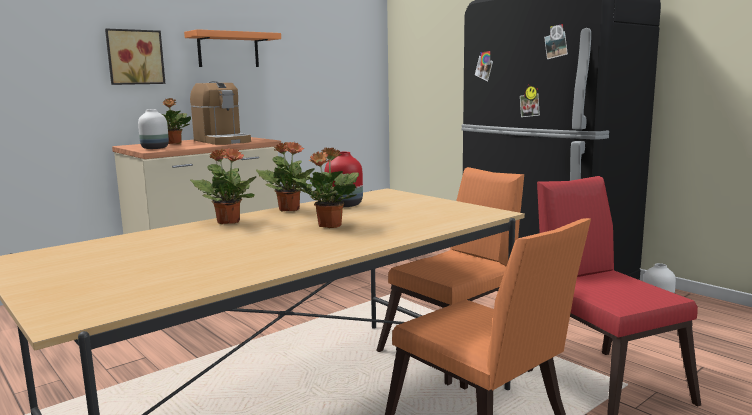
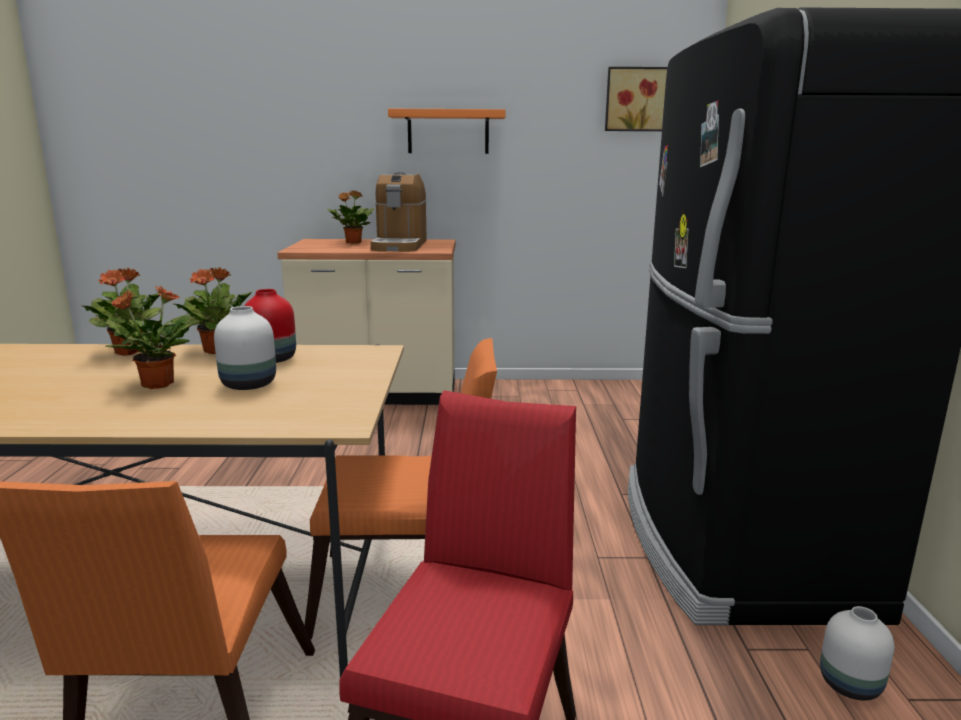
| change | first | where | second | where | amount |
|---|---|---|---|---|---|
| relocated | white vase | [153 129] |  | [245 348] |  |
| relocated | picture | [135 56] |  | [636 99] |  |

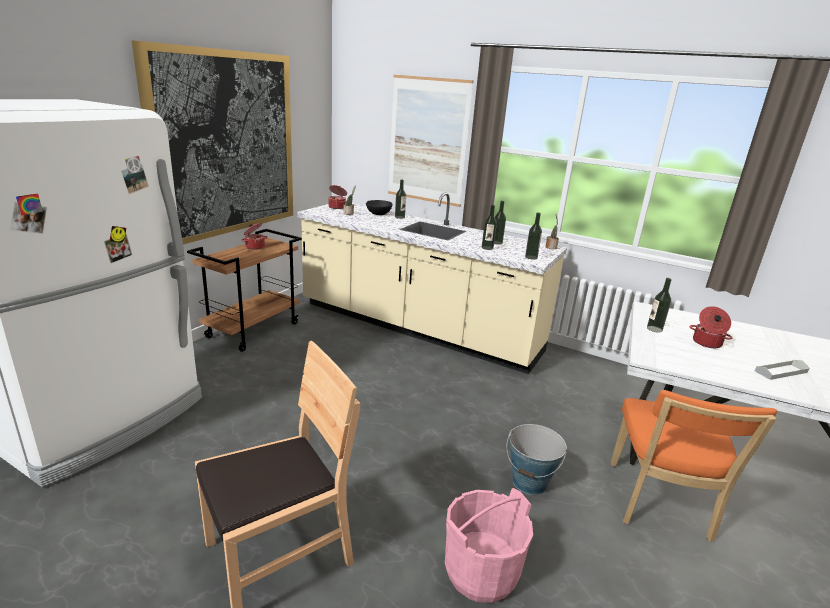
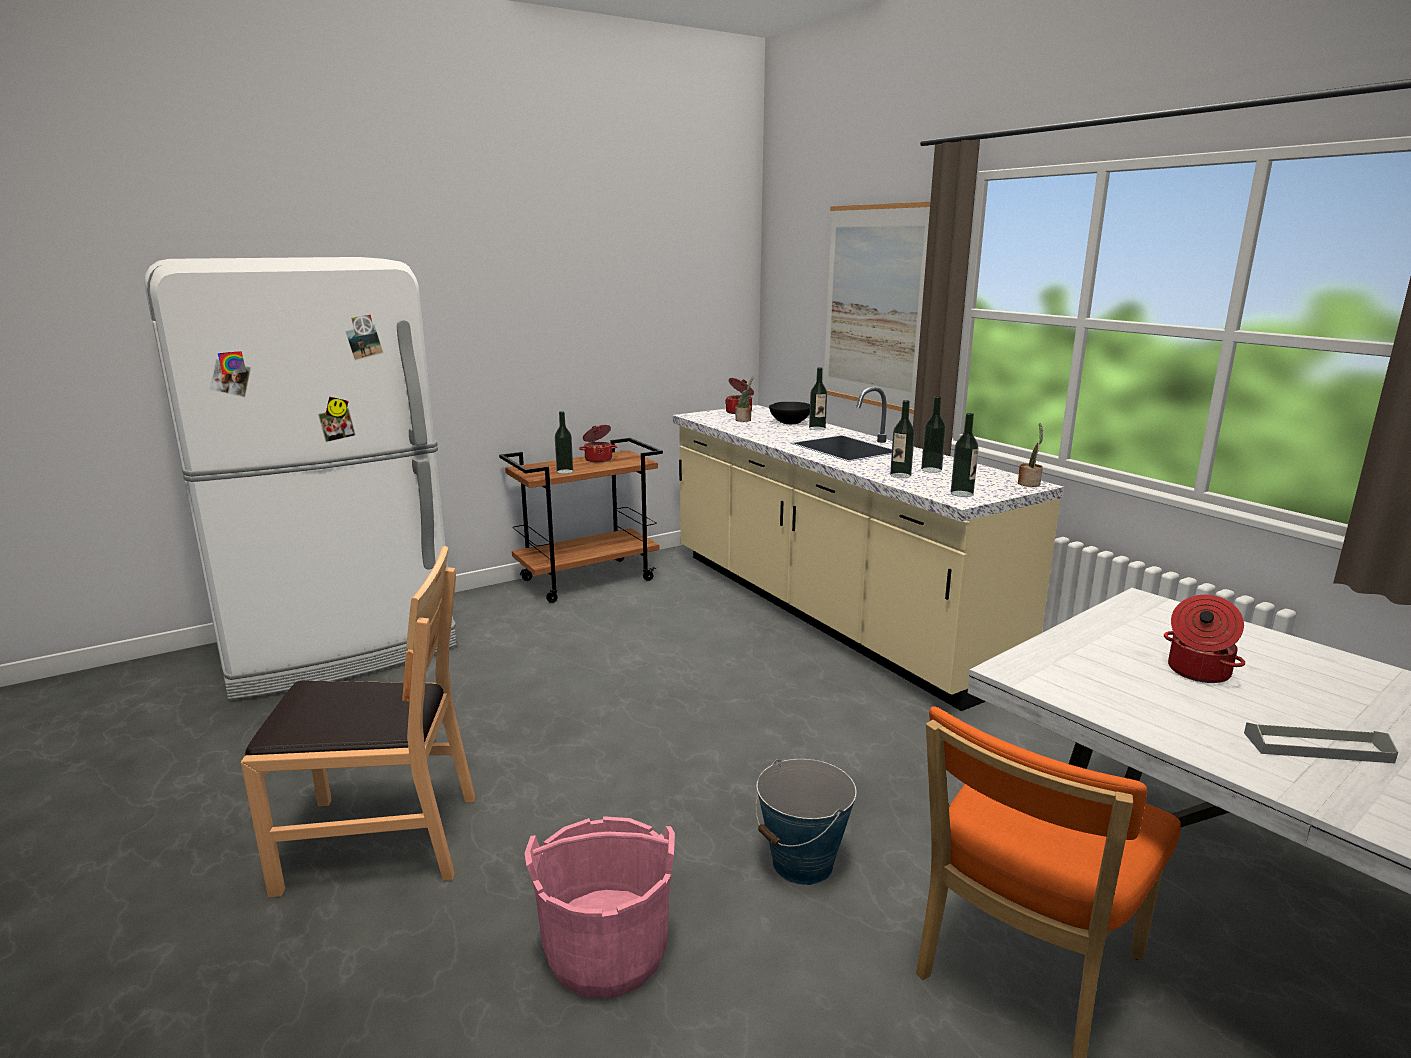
| change | first | where | second | where | amount |
|---|---|---|---|---|---|
| relocated | bottle | [659 305] |  | [564 442] |  |
| missing | picture | [212 142] |  |  |  |

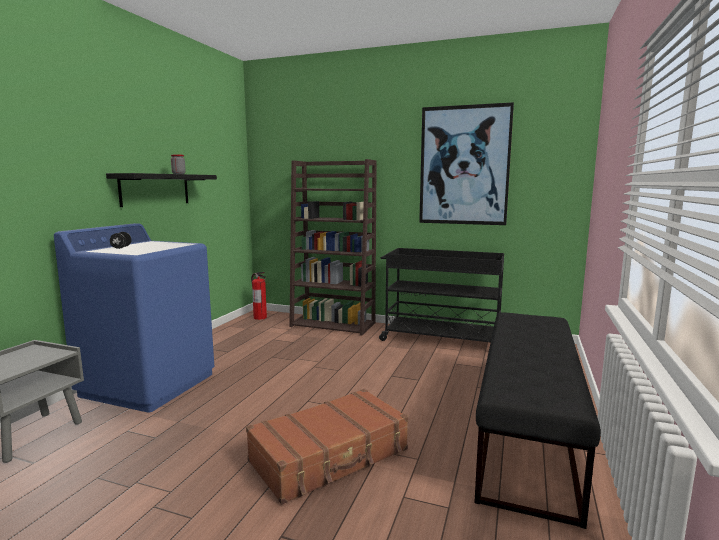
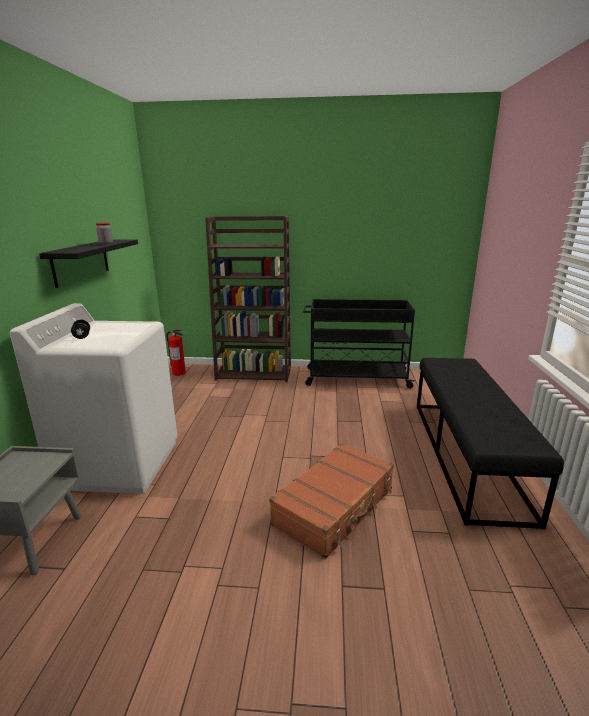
| change | first | where | second | where | amount |
|---|---|---|---|---|---|
| colour | blue washing machine | [134 318] | white washing machine | [93 398] |  |
| missing | picture | [466 163] |  |  |  |

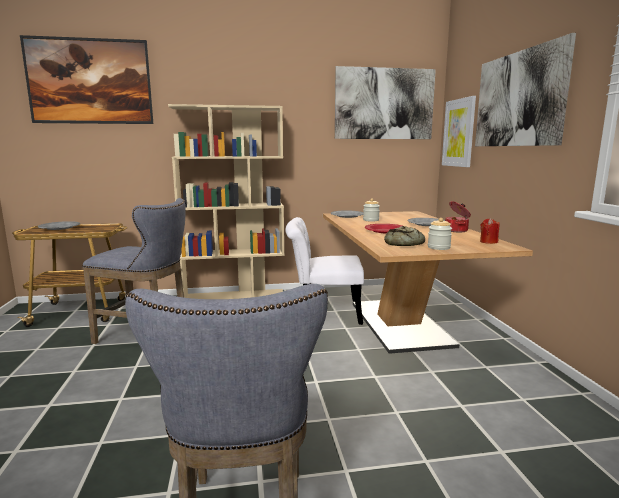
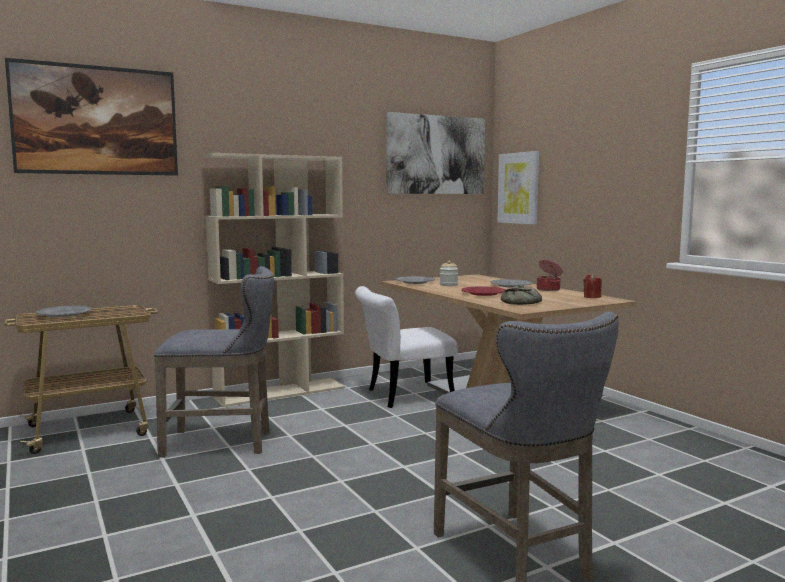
| change | first | where | second | where | amount |
|---|---|---|---|---|---|
| missing | jar | [440 234] |  |  |  |
| missing | picture | [525 89] |  |  |  |

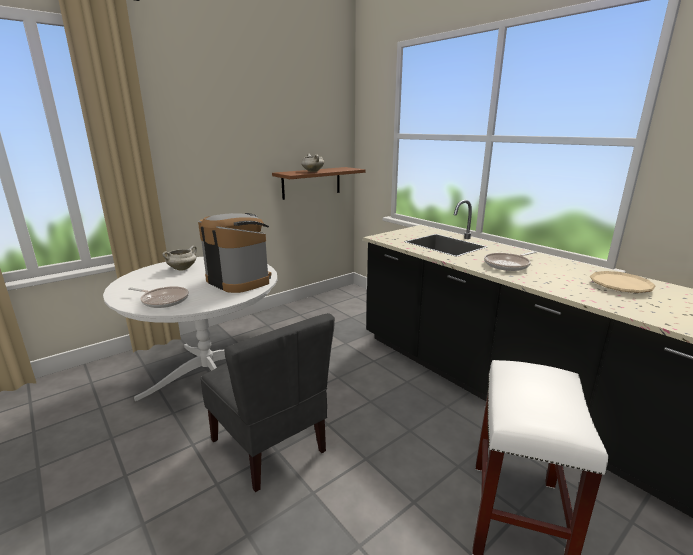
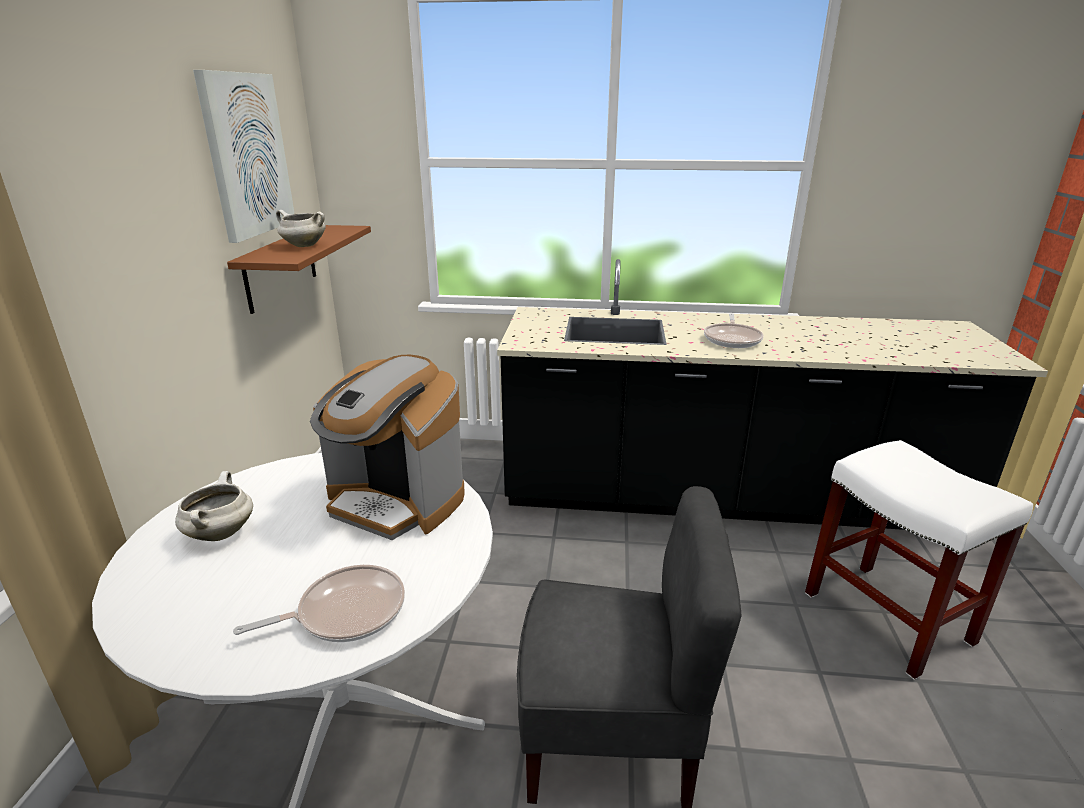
| change | first | where | second | where | amount |
|---|---|---|---|---|---|
| appeared |  |  | picture | [244 156] |  |
| spun | coffee machine | [235 253] |  | [387 447] | 150 degrees counterclockwise |
| missing | beige plate | [623 282] |  |  |  |

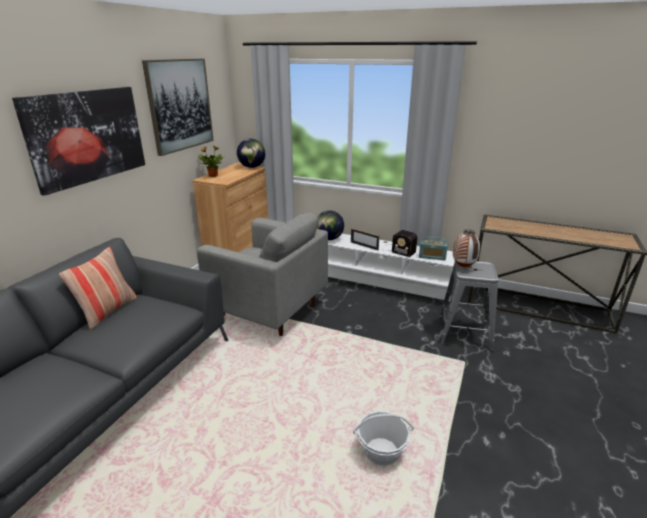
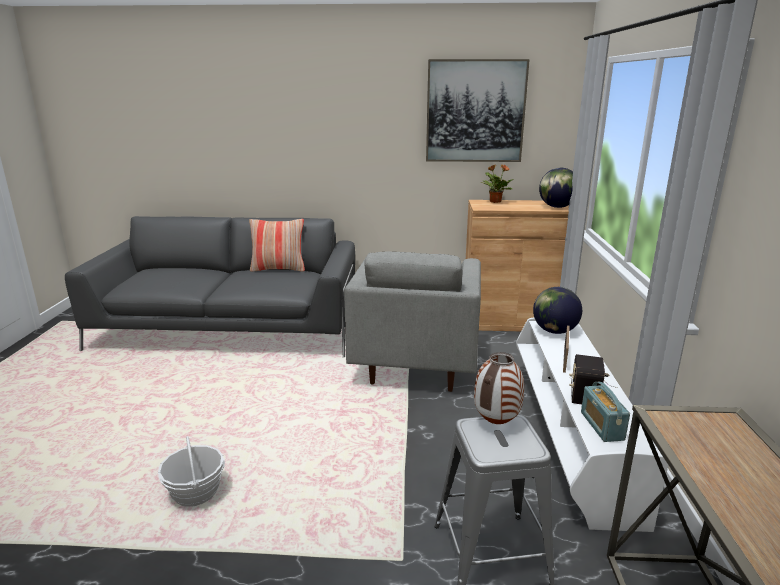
| change | first | where | second | where | amount |
|---|---|---|---|---|---|
| missing | picture | [78 141] |  |  |  |

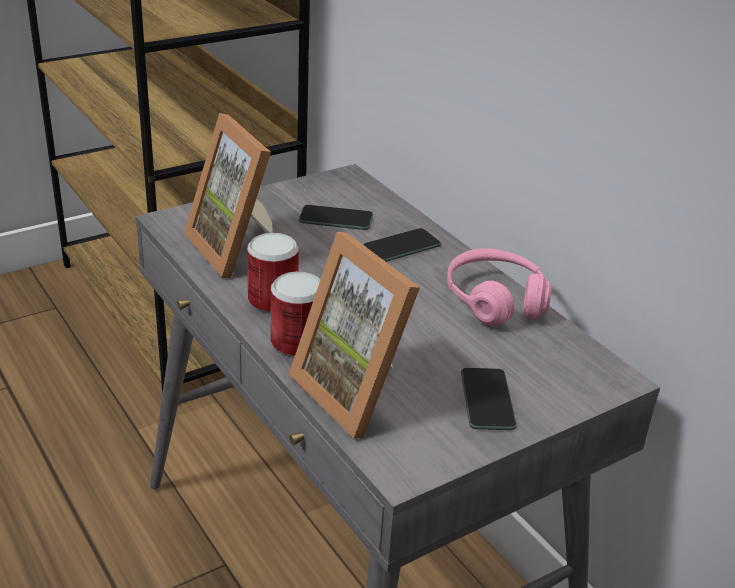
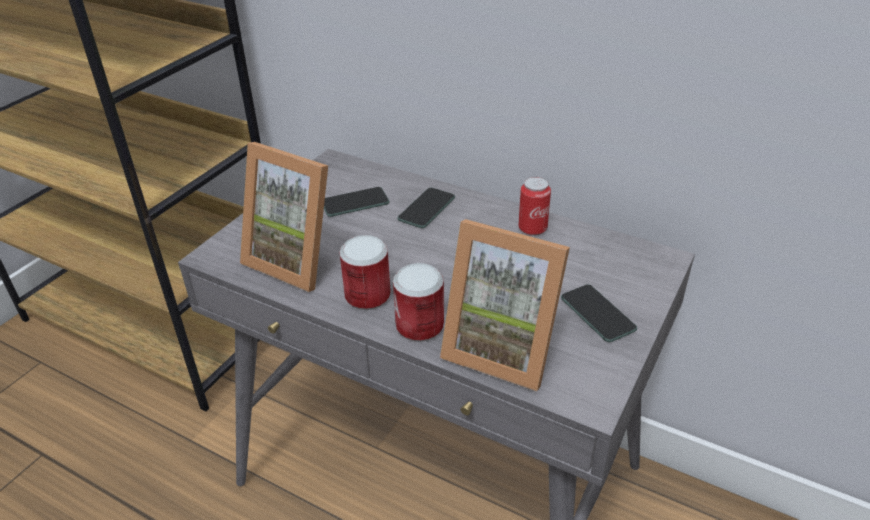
| change | first | where | second | where | amount |
|---|---|---|---|---|---|
| exchanged | pink headphones | [499 287] | can | [534 206] |  |

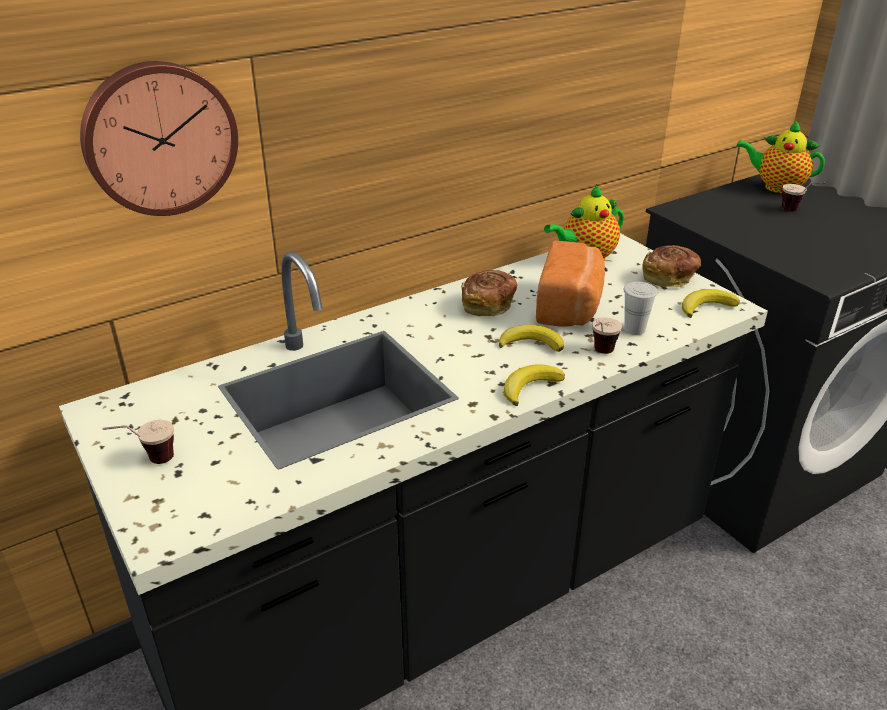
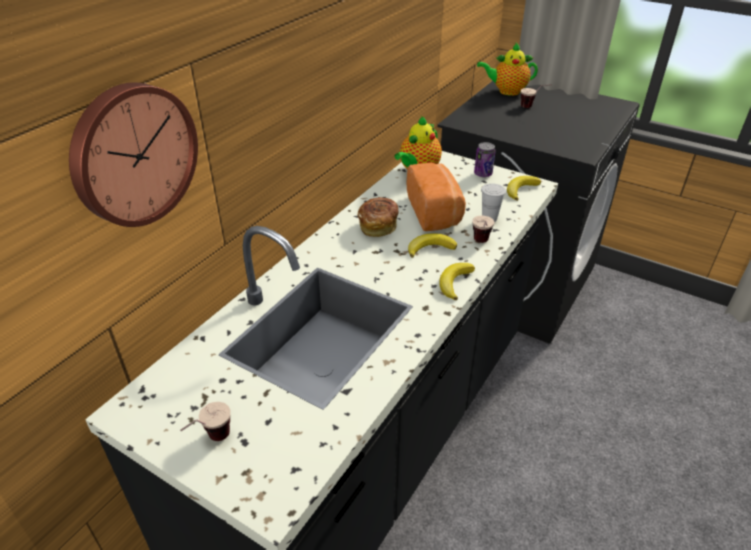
| change | first | where | second | where | amount |
|---|---|---|---|---|---|
| exchanged | bread | [671 266] | can | [485 159] |  |

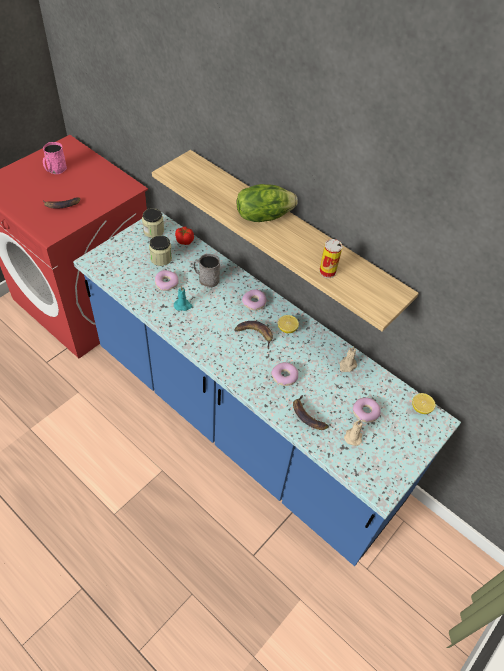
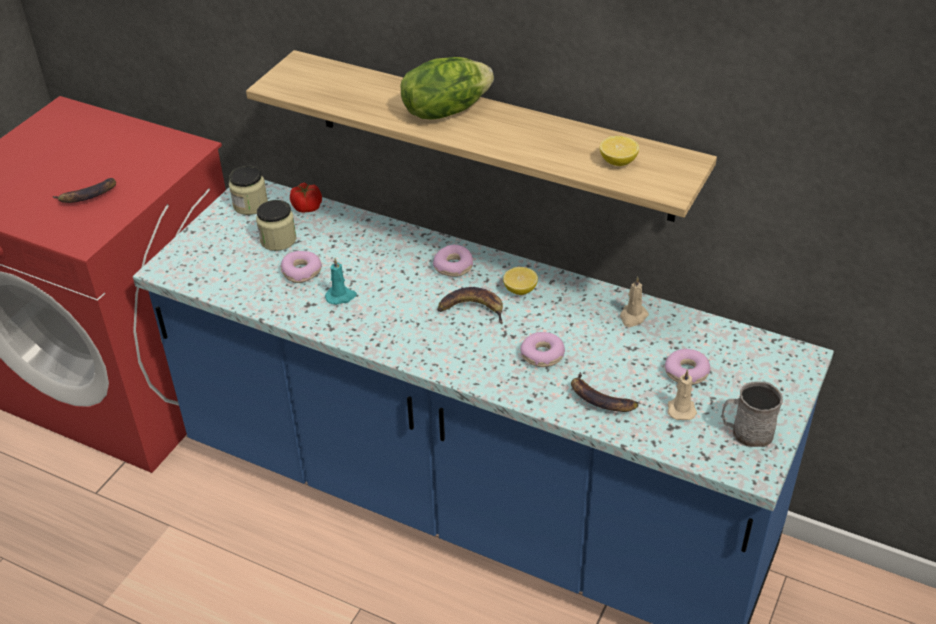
| change | first | where | second | where | amount |
|---|---|---|---|---|---|
| relocated | lemon | [424 403] |  | [619 151] |  |
| relocated | grey mug | [207 271] |  | [752 414] |  |
| missing | pink mug | [55 158] |  |  |  |
| missing | can | [331 258] |  |  |  |

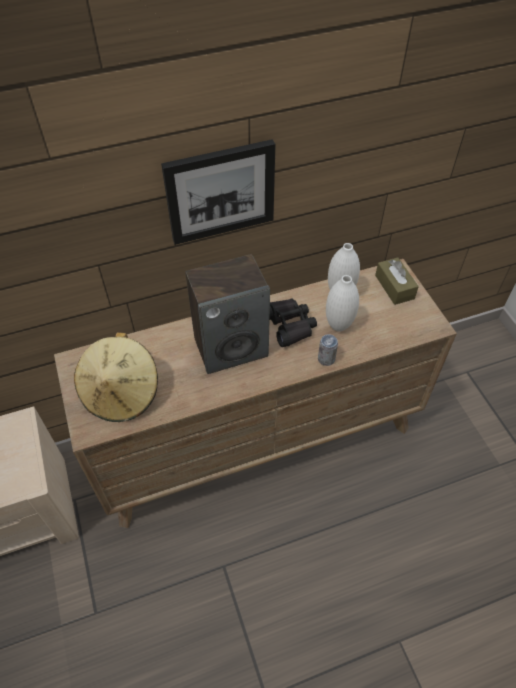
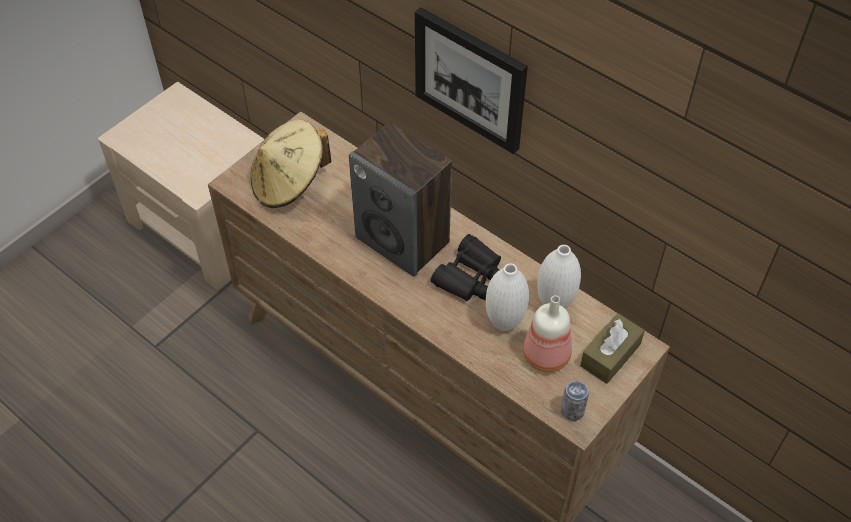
| change | first | where | second | where | amount |
|---|---|---|---|---|---|
| appeared |  |  | bottle | [547 333] |  |
| relocated | can | [328 350] |  | [575 401] |  |

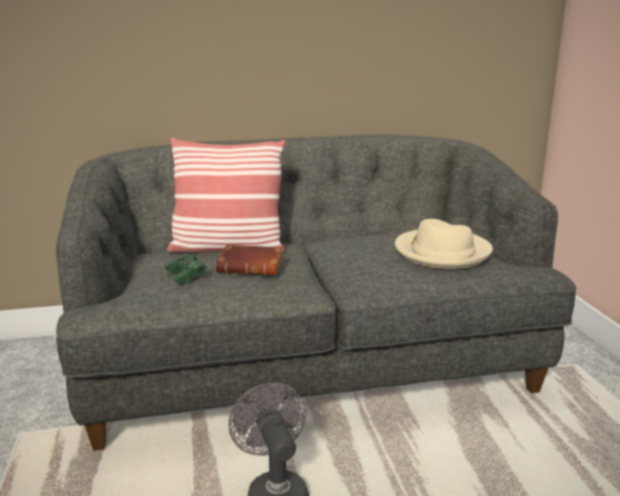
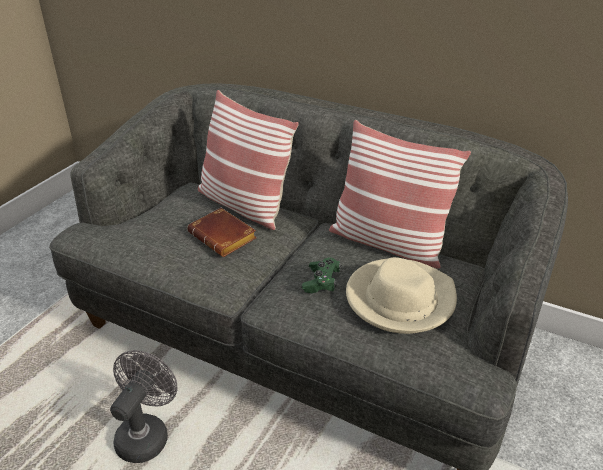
| change | first | where | second | where | amount |
|---|---|---|---|---|---|
| relocated | green game controller | [186 269] |  | [321 275] |  |
| appeared |  |  | pillow | [400 194] |  |

